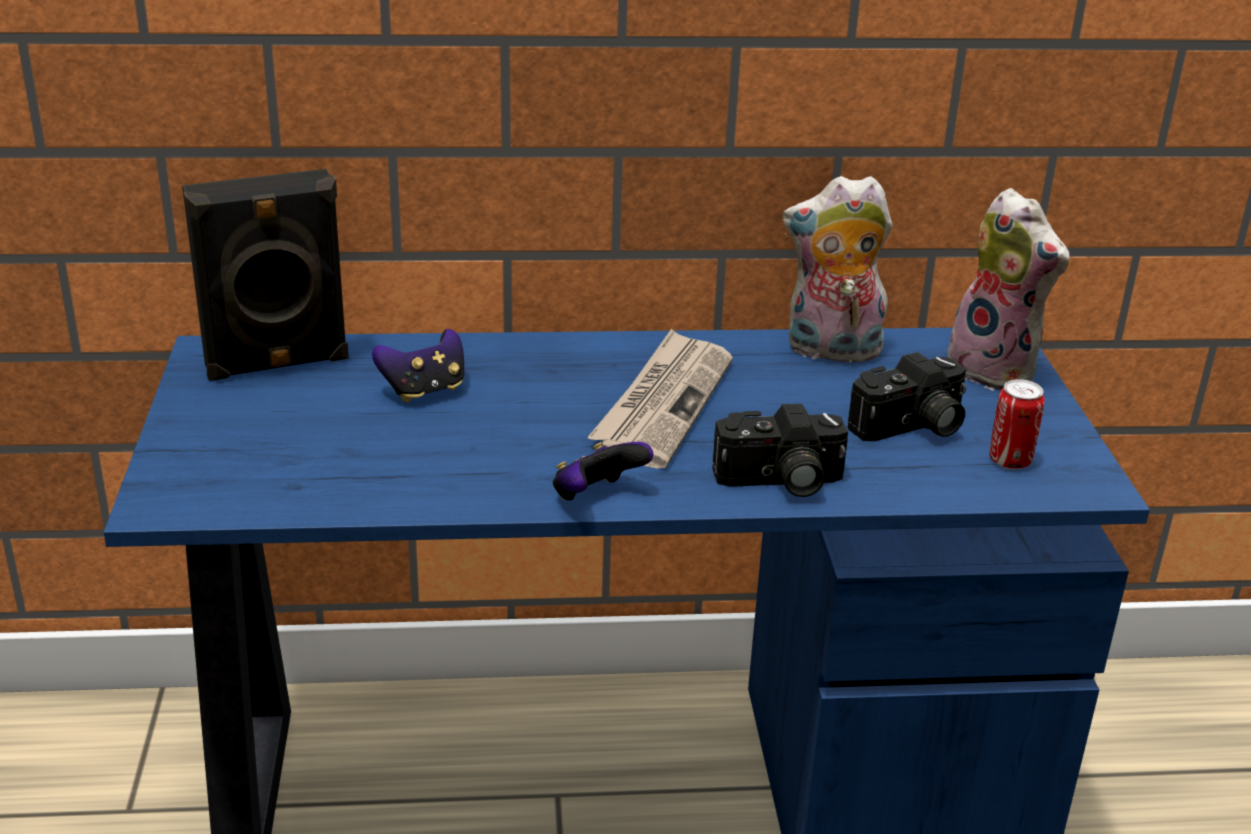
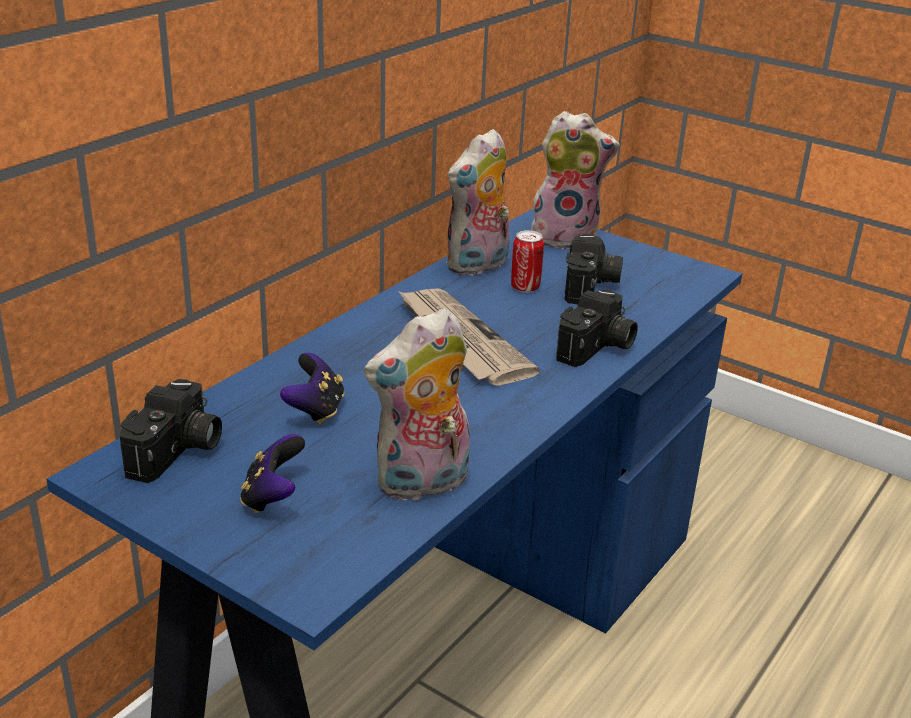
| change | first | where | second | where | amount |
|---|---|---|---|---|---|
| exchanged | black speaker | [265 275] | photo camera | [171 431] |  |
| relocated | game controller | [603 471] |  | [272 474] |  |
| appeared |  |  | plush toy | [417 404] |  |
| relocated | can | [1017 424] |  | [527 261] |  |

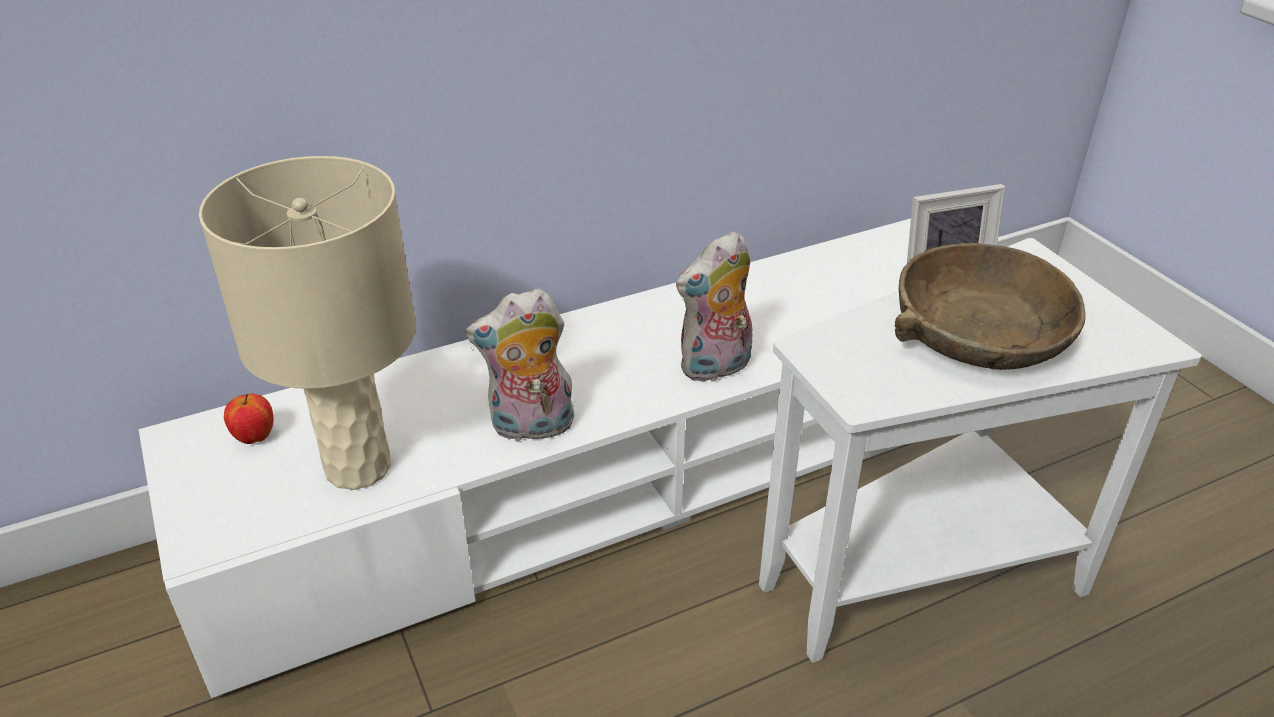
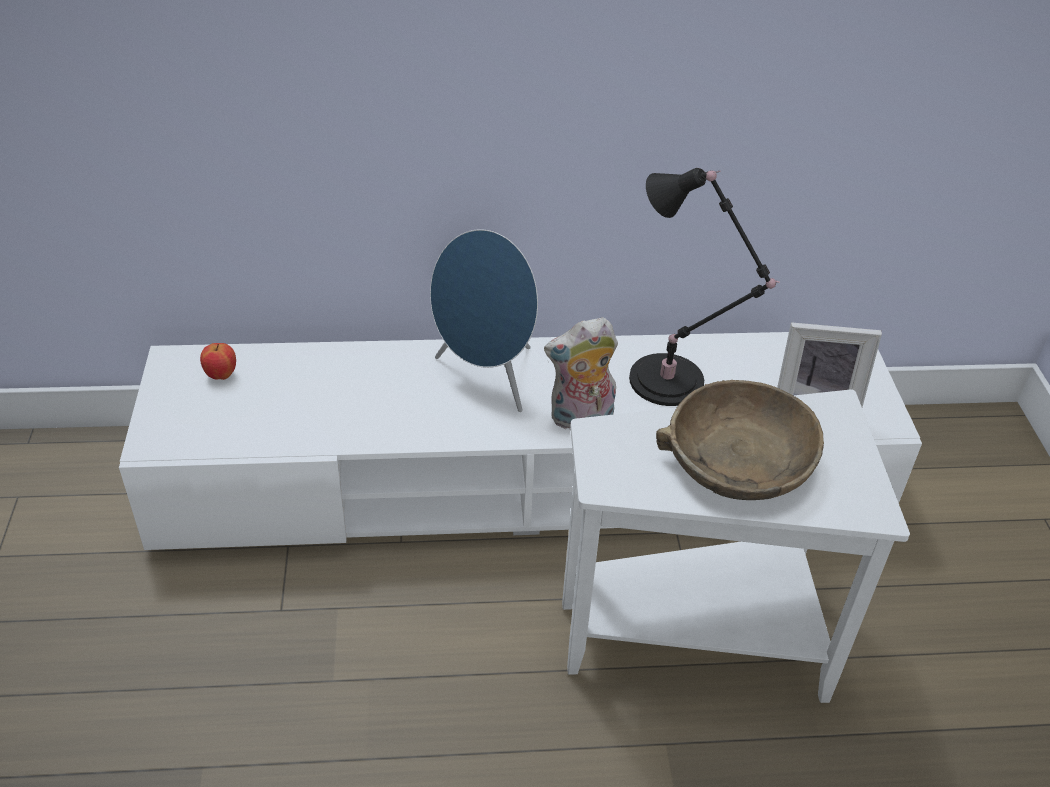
| change | first | where | second | where | amount |
|---|---|---|---|---|---|
| appeared |  |  | blue speaker | [484 320] |  |
| appeared |  |  | black table lamp | [704 287] |  |
| missing | beige table lamp | [307 323] |  |  |  |
| missing | plush toy | [519 365] |  |  |  |

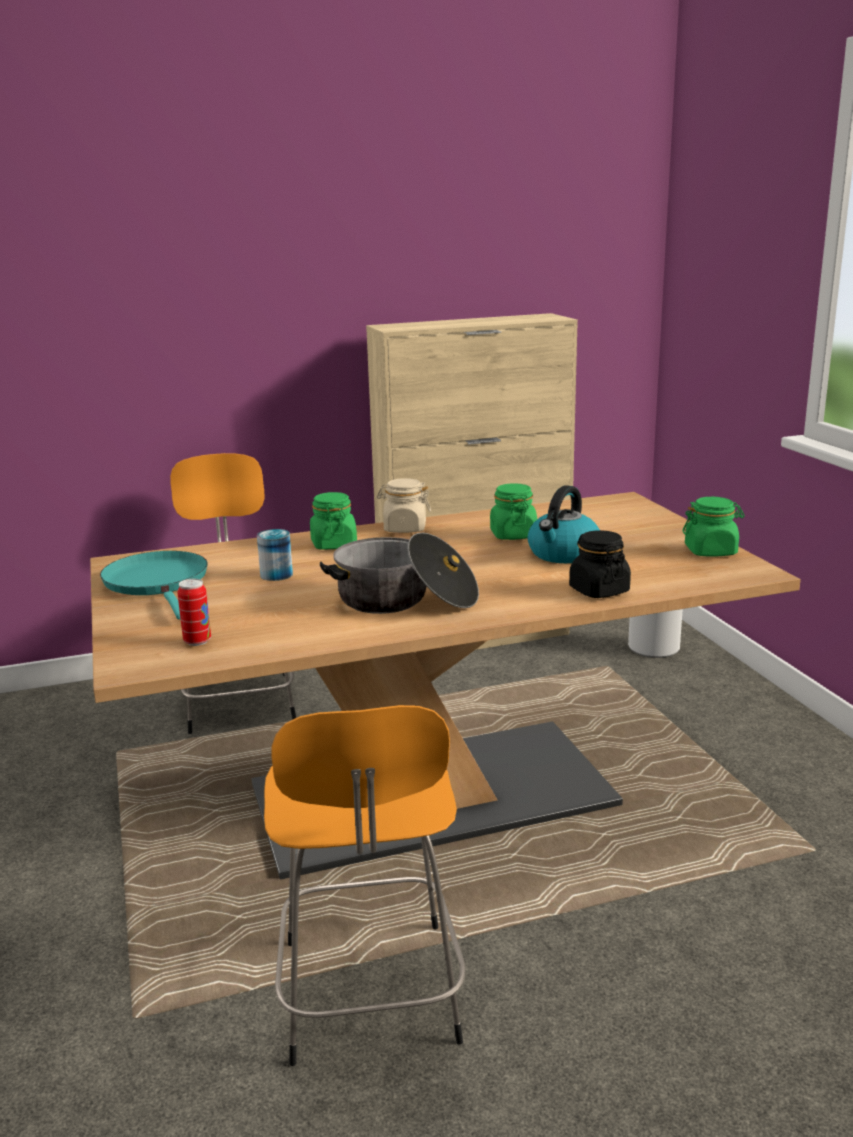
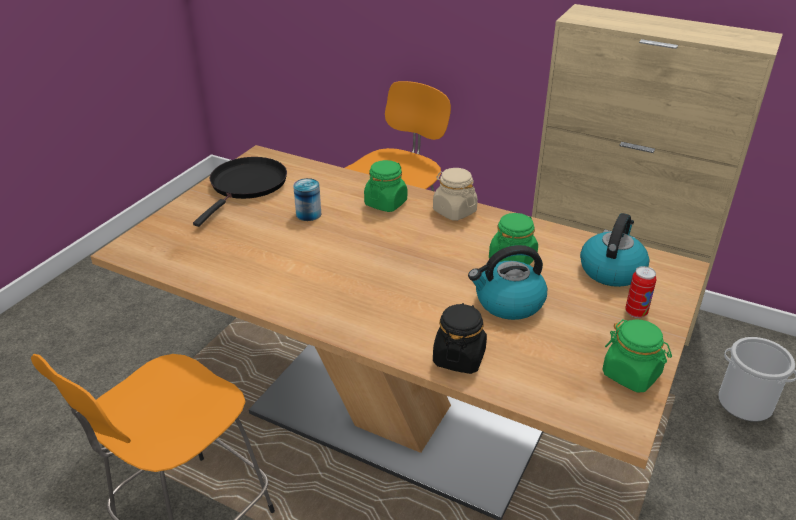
| change | first | where | second | where | amount |
|---|---|---|---|---|---|
| colour | turquoise frying pan | [154 585] | black frying pan | [240 192] |  |
| appeared |  |  | kettle | [615 250] |  |
| relocated | can | [194 612] |  | [640 292] |  |
| missing | cooking pot | [399 573] |  |  |  |

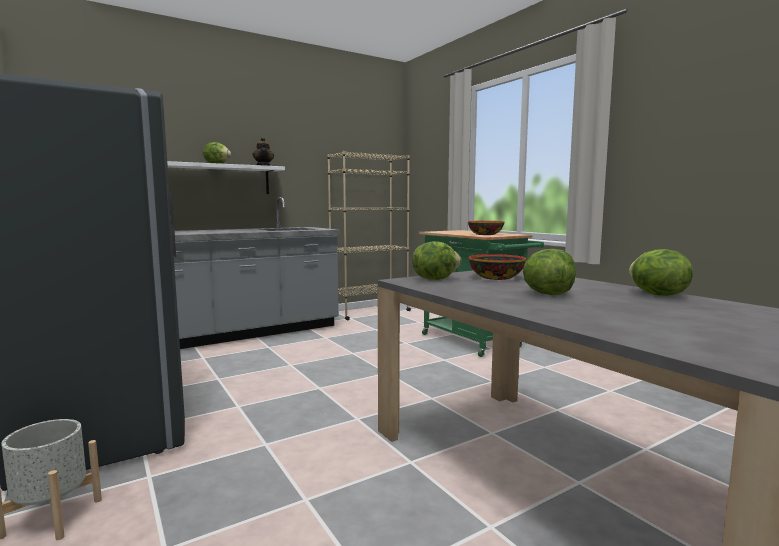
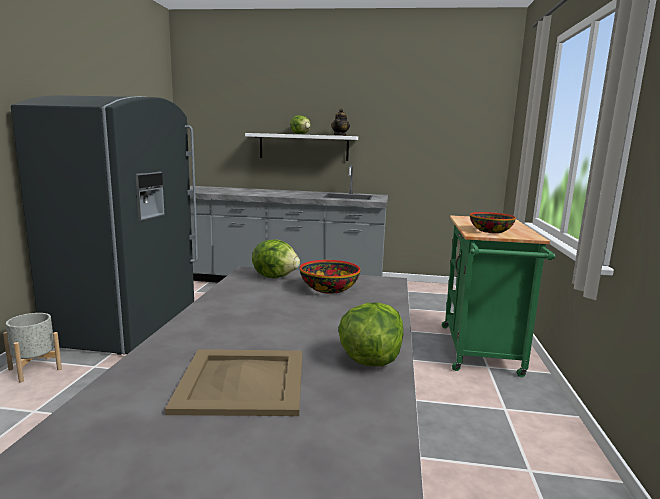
| change | first | where | second | where | amount |
|---|---|---|---|---|---|
| appeared |  |  | beige tray | [234 382] |  |
| missing | beige bookcase | [369 235] |  |  |  |
| missing | lettuce | [549 272] |  |  |  |

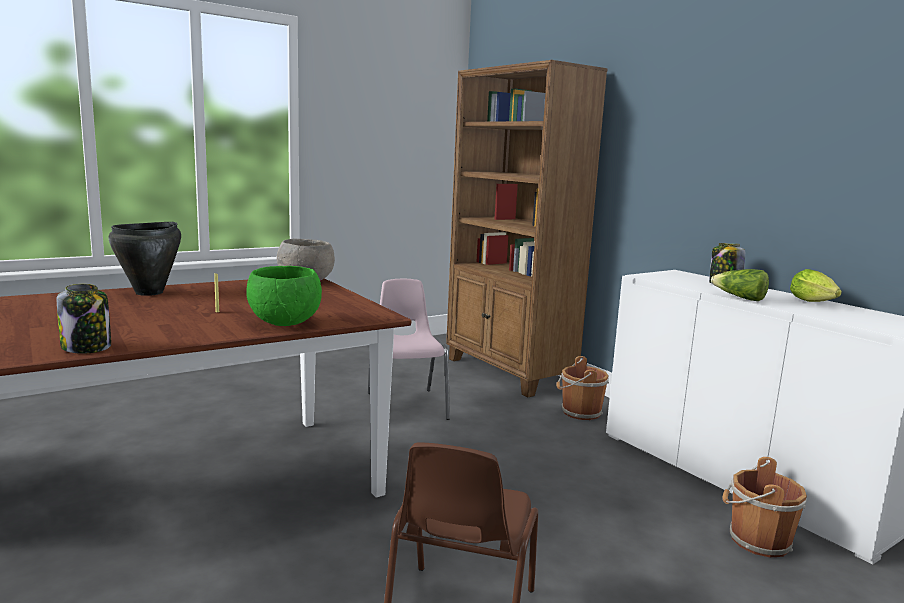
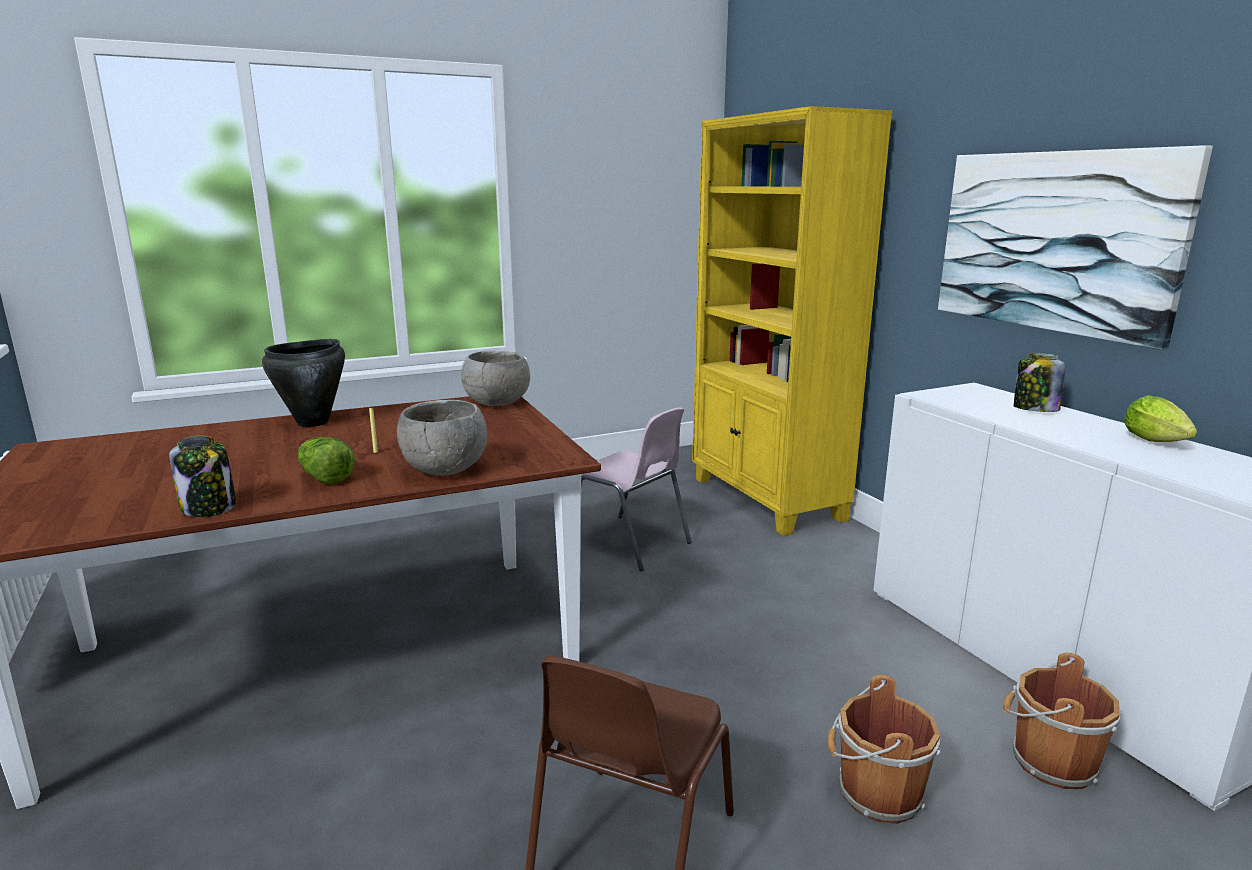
| change | first | where | second | where | amount |
|---|---|---|---|---|---|
| relocated | lettuce | [740 285] |  | [326 461] |  |
| colour | green bowl | [284 296] | grey bowl | [442 437] |  |
| spun | pink chair | [409 349] |  | [636 489] | 135 degrees clockwise |
| colour | brown bookcase | [527 228] | yellow bookcase | [792 321] |  |
| relocated | brown bucket | [582 388] |  | [884 749] |  |
| appeared |  |  | picture | [1075 247] |  |

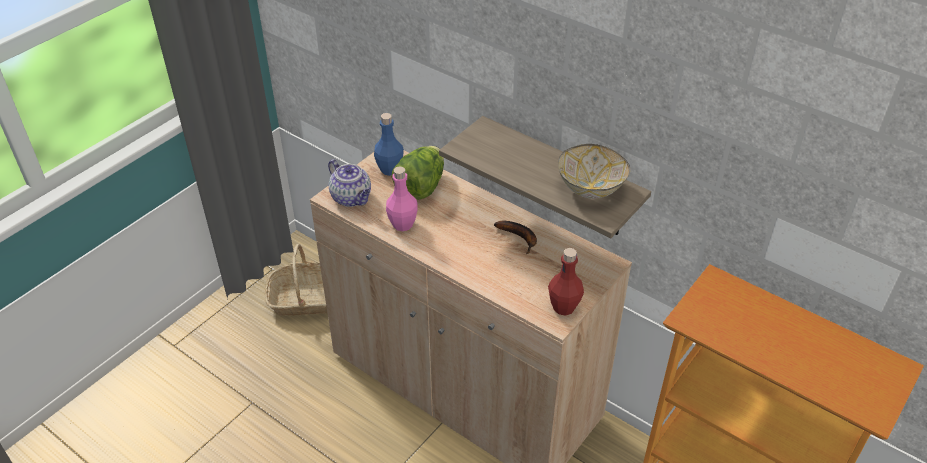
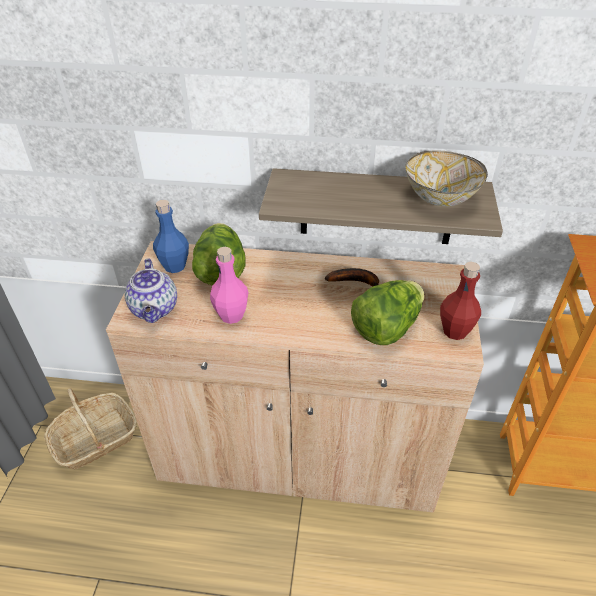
| change | first | where | second | where | amount |
|---|---|---|---|---|---|
| spun | teapot | [349 183] |  | [151 291] | 60 degrees clockwise |
| appeared |  |  | lettuce | [387 312] |  |

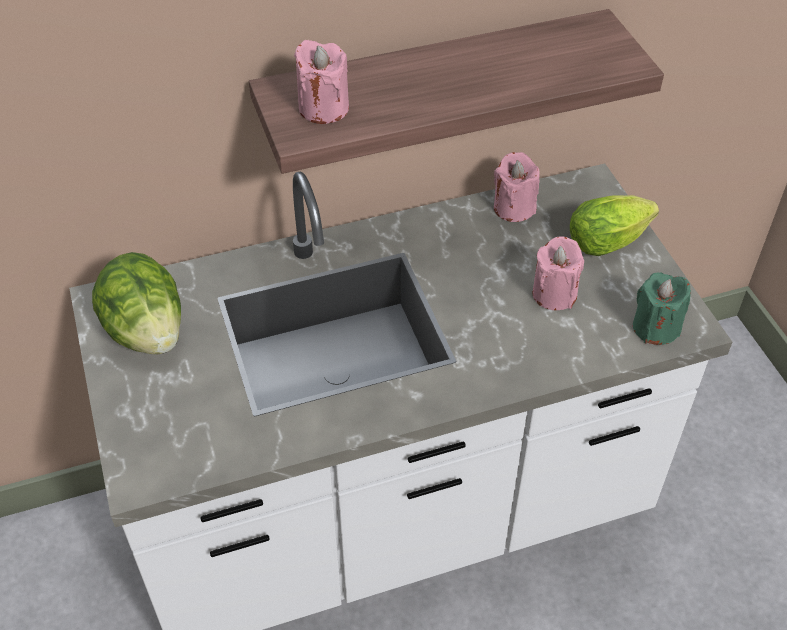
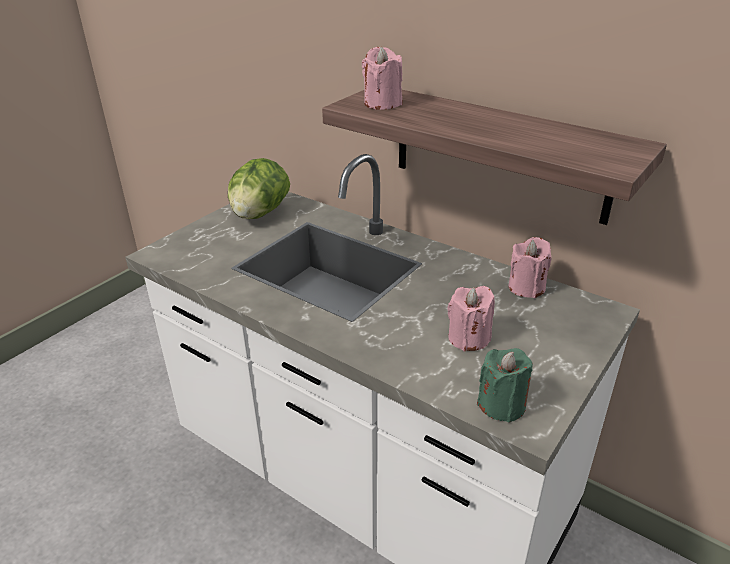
| change | first | where | second | where | amount |
|---|---|---|---|---|---|
| missing | lettuce | [614 225] |  |  |  |

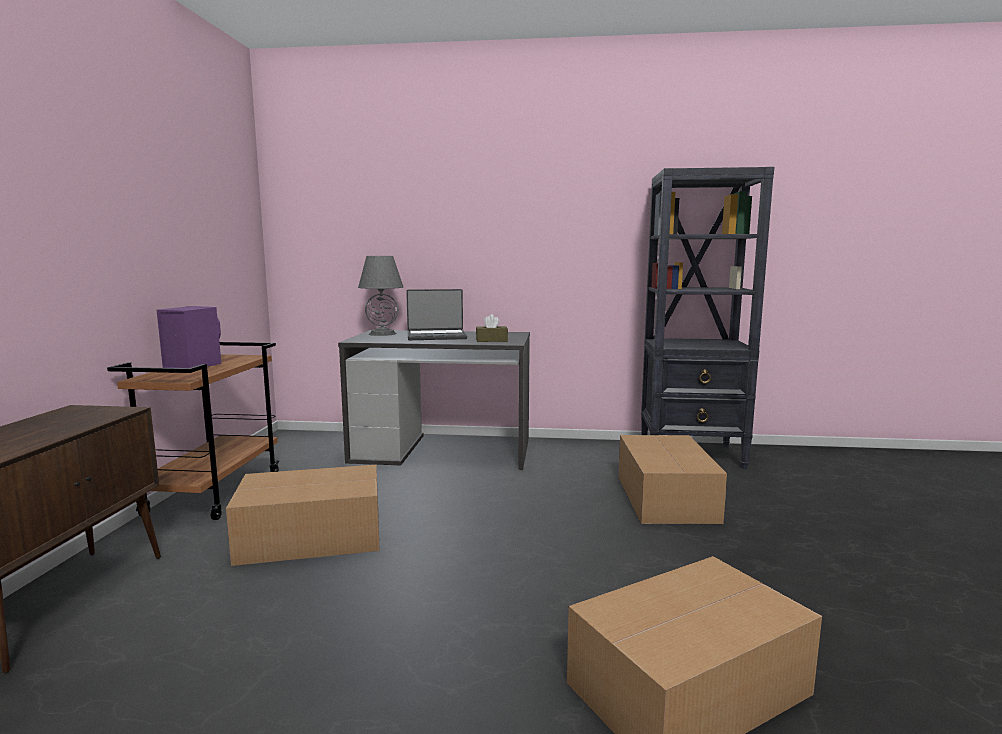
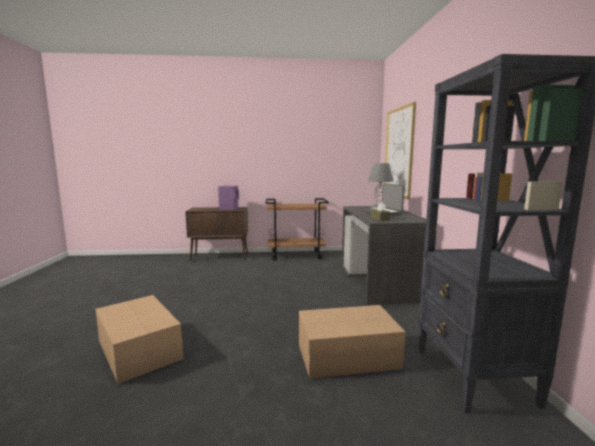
| change | first | where | second | where | amount |
|---|---|---|---|---|---|
| relocated | purple speaker | [189 337] |  | [228 198] |  |
| appeared |  |  | picture | [400 150] |  |
| missing | cardboard box | [303 515] |  |  |  |

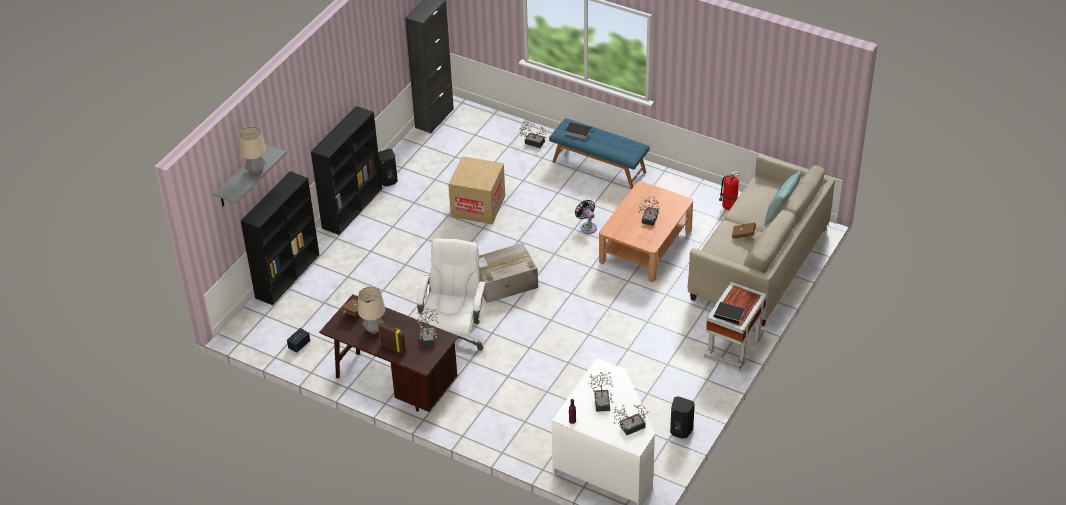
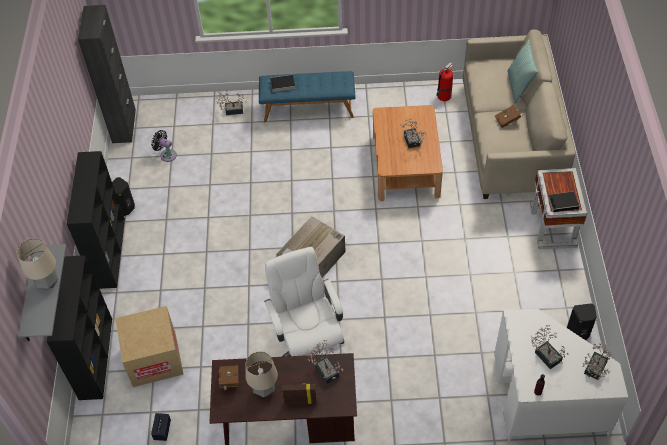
| change | first | where | second | where | amount |
|---|---|---|---|---|---|
| relocated | cardboard box | [476 190] |  | [149 346] |  |
| relocated | black fan | [586 217] |  | [164 146] |  |

